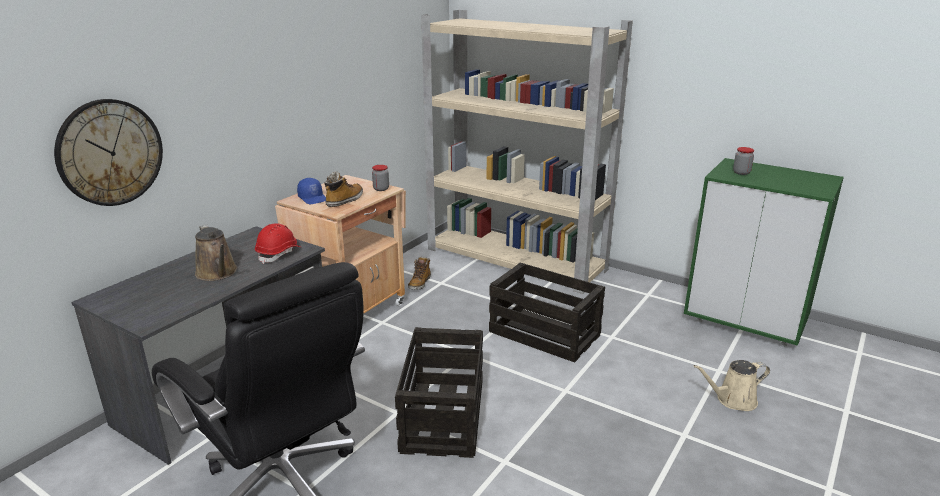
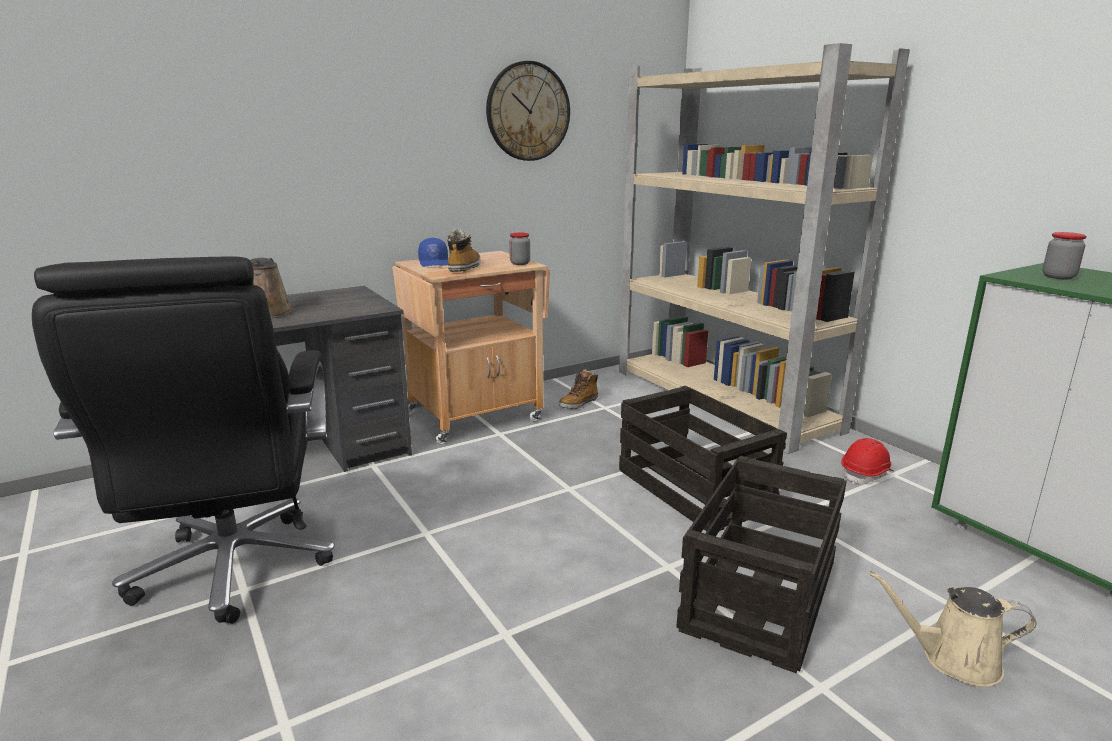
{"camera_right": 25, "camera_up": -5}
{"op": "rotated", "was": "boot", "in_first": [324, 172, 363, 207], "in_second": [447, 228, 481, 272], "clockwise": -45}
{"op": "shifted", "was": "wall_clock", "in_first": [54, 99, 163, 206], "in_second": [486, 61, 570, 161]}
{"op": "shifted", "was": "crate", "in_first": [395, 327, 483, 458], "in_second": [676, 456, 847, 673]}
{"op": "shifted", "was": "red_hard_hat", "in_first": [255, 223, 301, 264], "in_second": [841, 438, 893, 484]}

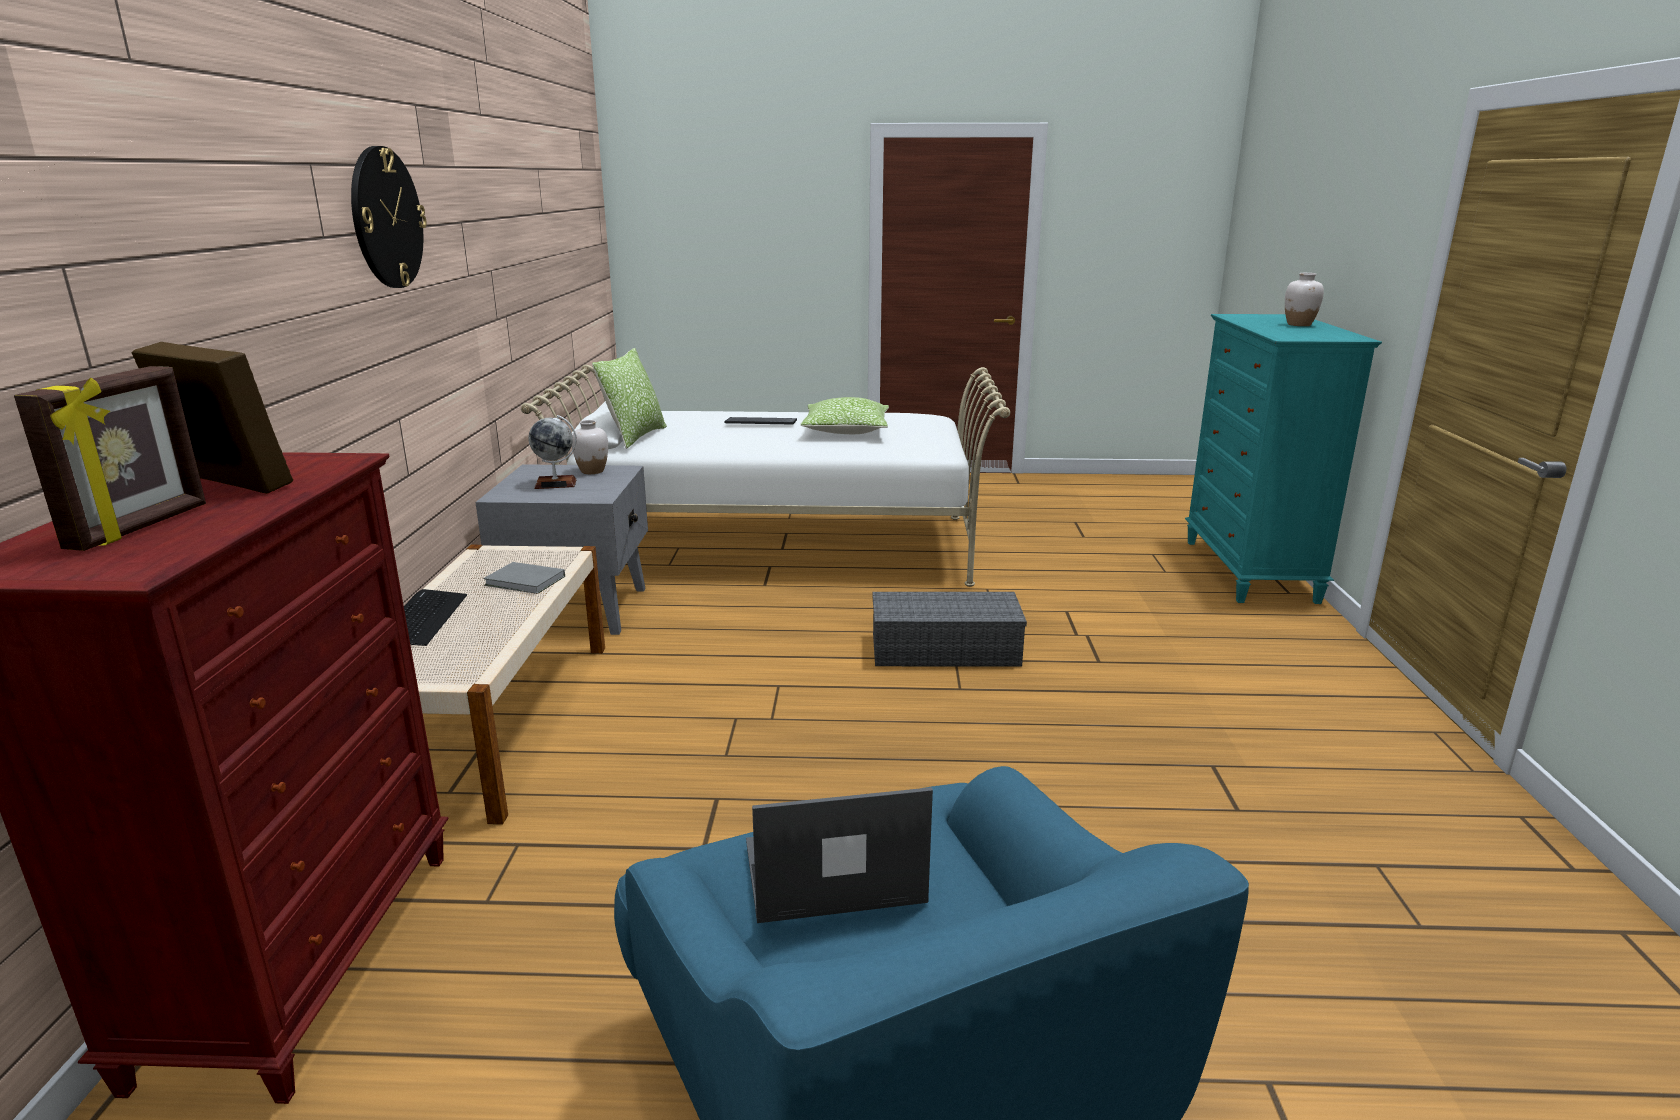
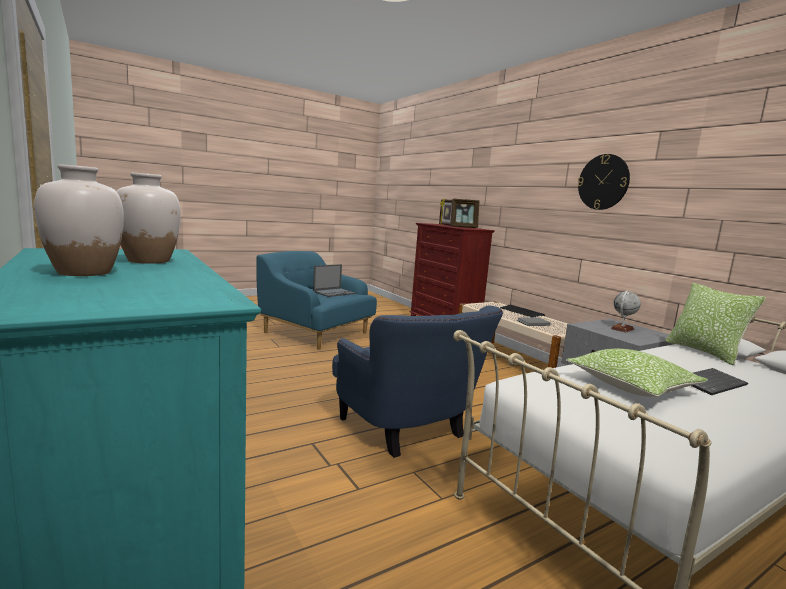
{"camera_right": 145, "camera_up": -10}
{"op": "shifted", "was": "white_vase", "in_first": [572, 420, 608, 474], "in_second": [116, 173, 181, 264]}
{"op": "swapped", "was": "grey_storage_box", "now": "blue_armchair", "in_first": [872, 592, 1027, 667], "in_second": [332, 306, 503, 458]}

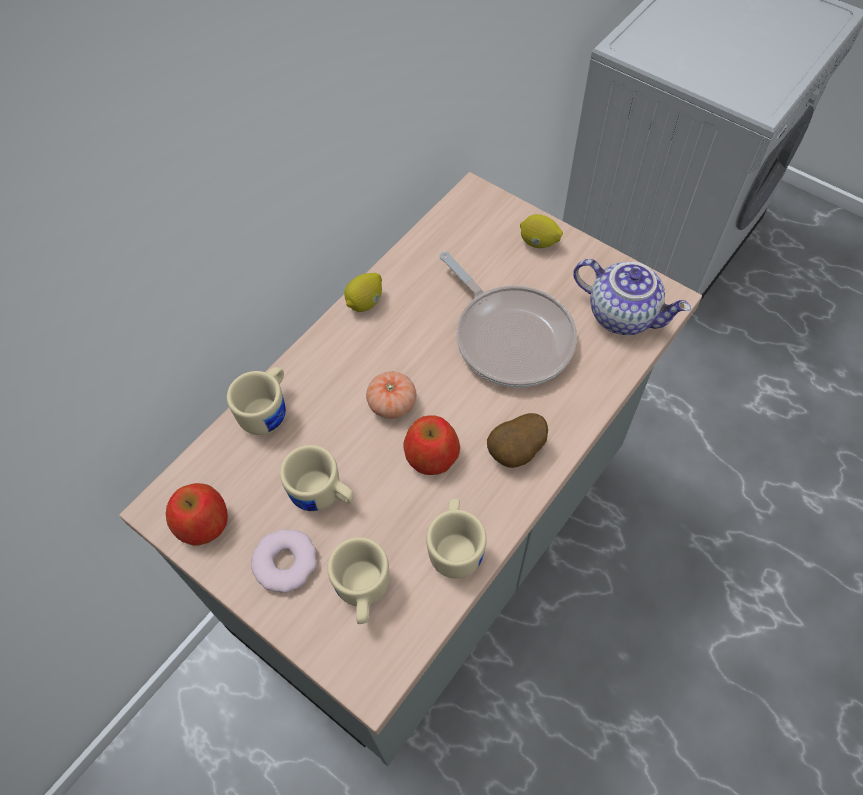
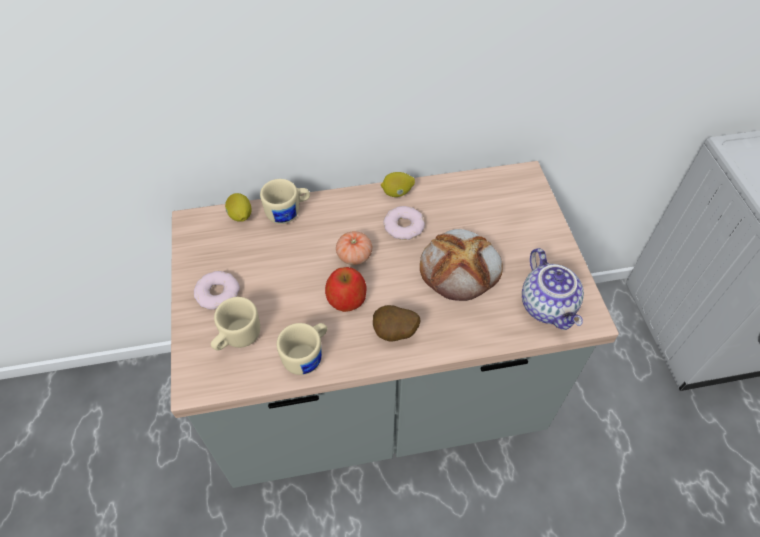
{"camera_right": 40, "camera_up": -5}
{"op": "shifted", "was": "lemon", "in_first": [520, 214, 563, 248], "in_second": [225, 193, 252, 222]}
{"op": "new", "now": "donut", "in_second": [383, 206, 425, 240]}
{"op": "swapped", "was": "frying_pan", "now": "bread", "in_first": [439, 252, 577, 387], "in_second": [420, 229, 503, 301]}
{"op": "gone", "was": "apple", "in_first": [166, 483, 228, 546]}
{"op": "gone", "was": "beige_mug", "in_first": [280, 445, 354, 512]}

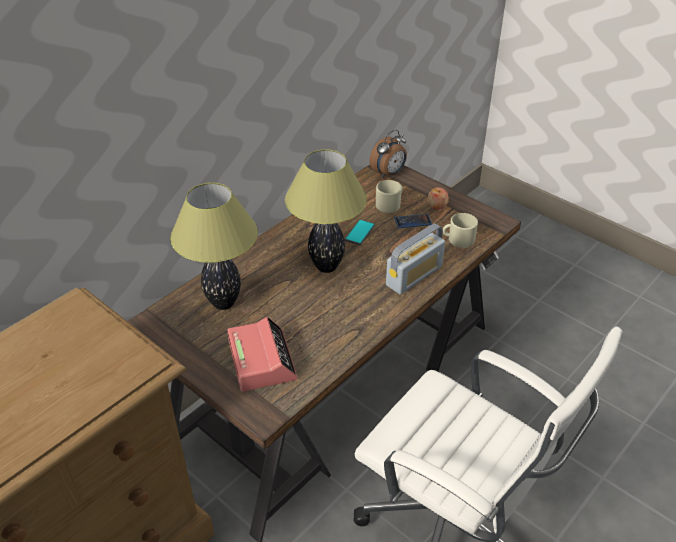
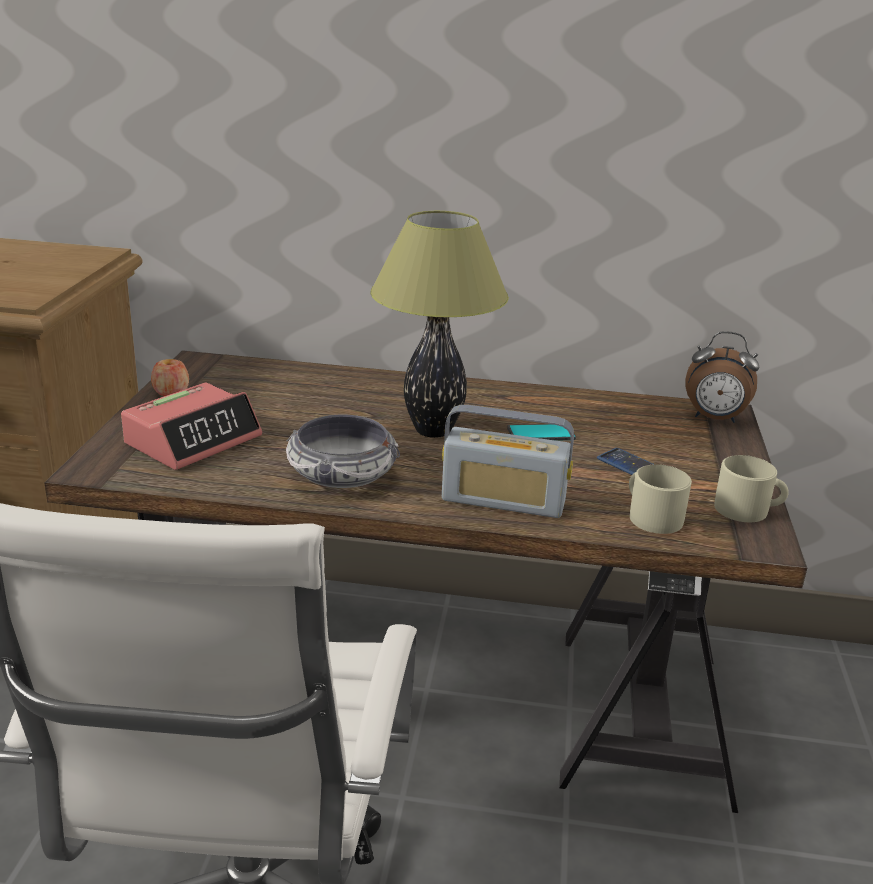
{"camera_right": 55, "camera_up": -15}
{"op": "shifted", "was": "apple", "in_first": [428, 187, 449, 210], "in_second": [151, 359, 189, 396]}
{"op": "new", "now": "bowl", "in_second": [286, 415, 400, 488]}
{"op": "shifted", "was": "beige_mug", "in_first": [376, 180, 403, 213], "in_second": [714, 455, 789, 522]}
{"op": "gone", "was": "table_lamp", "in_first": [170, 183, 258, 310]}

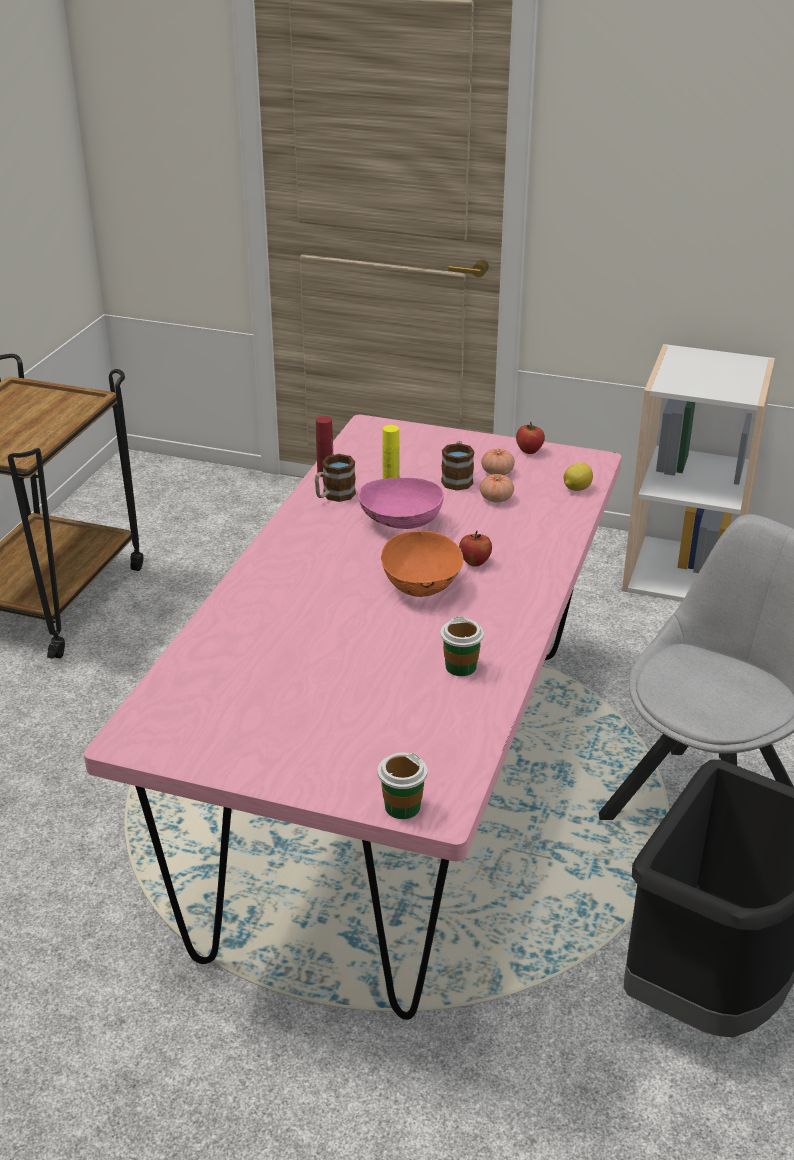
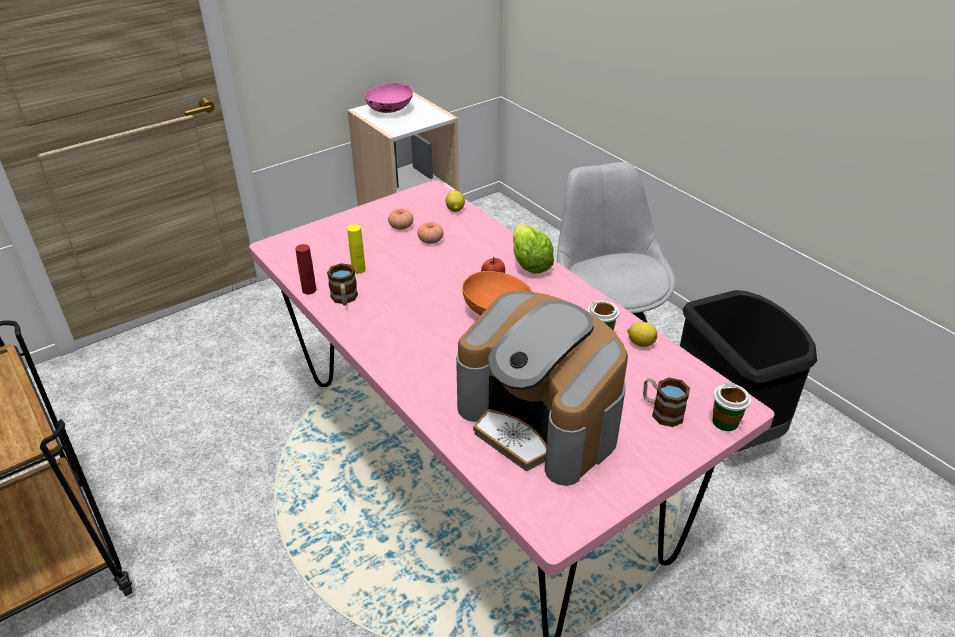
{"camera_right": -55, "camera_up": 5}
{"op": "shifted", "was": "pink_bowl", "in_first": [358, 478, 444, 529], "in_second": [365, 83, 413, 113]}
{"op": "new", "now": "coffee_machine", "in_second": [456, 290, 628, 486]}
{"op": "new", "now": "lettuce", "in_second": [513, 224, 554, 274]}
{"op": "new", "now": "lemon", "in_second": [627, 322, 657, 347]}
{"op": "shifted", "was": "mug", "in_first": [441, 441, 475, 491], "in_second": [643, 378, 690, 427]}
{"op": "gone", "was": "apple", "in_first": [516, 422, 545, 454]}

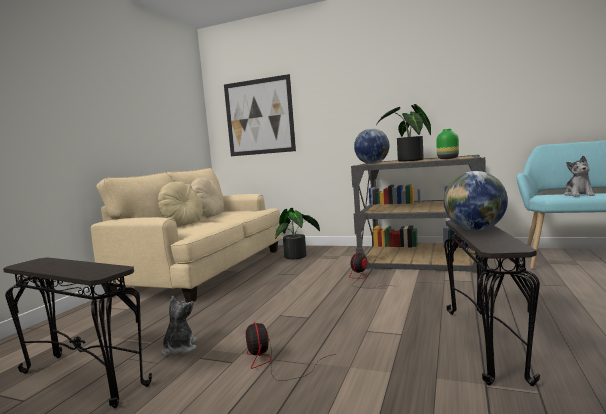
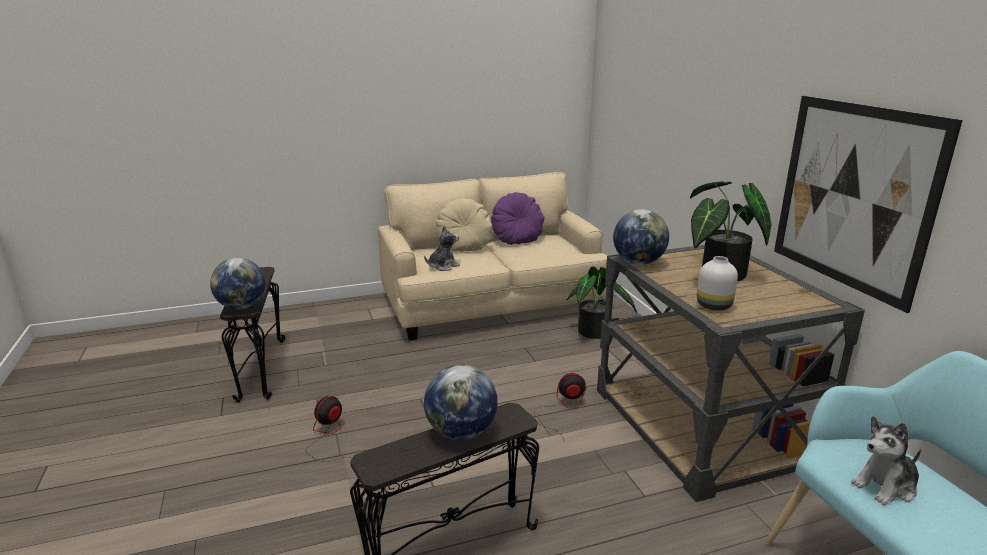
{"camera_right": 50, "camera_up": 15}
{"op": "new", "now": "globe", "in_second": [210, 258, 265, 309]}
{"op": "shifted", "was": "plush_toy", "in_first": [162, 296, 197, 355], "in_second": [424, 226, 460, 271]}
{"op": "repainted", "was": "beige_pillow", "now": "purple_pillow", "in_first": [191, 178, 224, 218], "in_second": [491, 192, 544, 245]}
{"op": "repainted", "was": "green_vase", "now": "white_vase", "in_first": [436, 129, 459, 159], "in_second": [697, 256, 738, 311]}
{"op": "shifted", "was": "picture", "in_first": [224, 74, 296, 156], "in_second": [774, 96, 963, 313]}

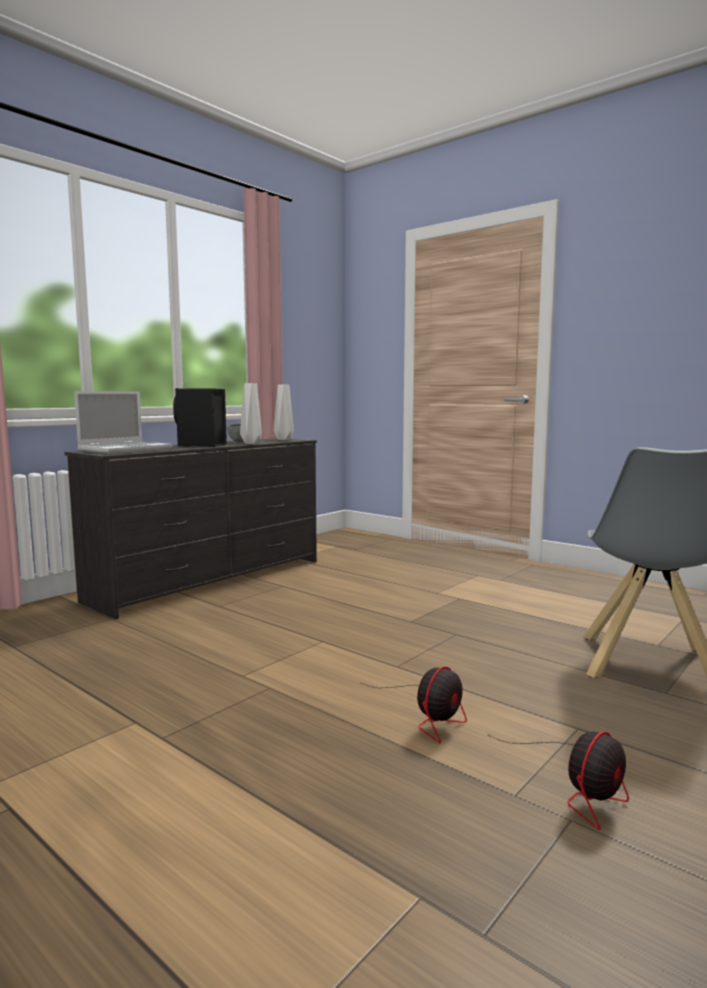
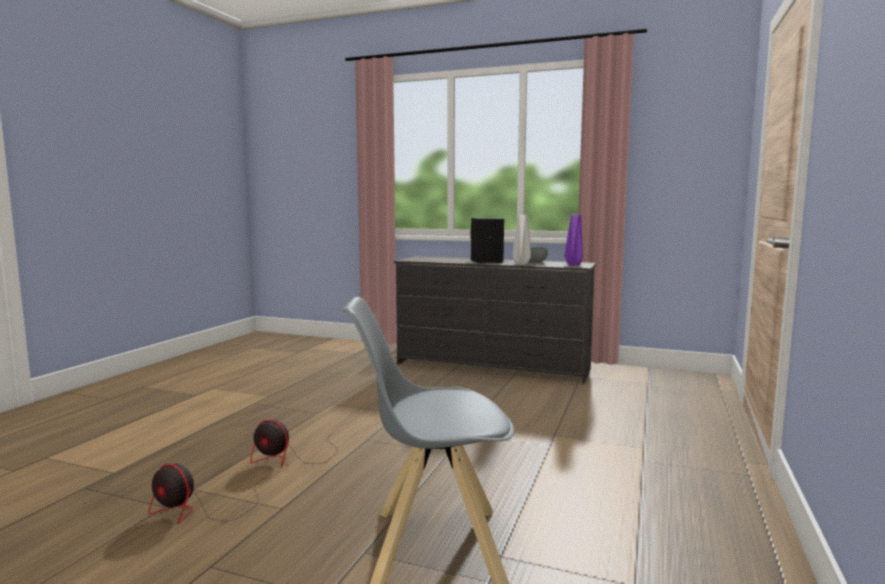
{"camera_right": 70, "camera_up": 0}
{"op": "repainted", "was": "grey_vase", "now": "purple_vase", "in_first": [274, 384, 294, 440], "in_second": [564, 215, 583, 266]}
{"op": "gone", "was": "laptop", "in_first": [74, 391, 173, 454]}

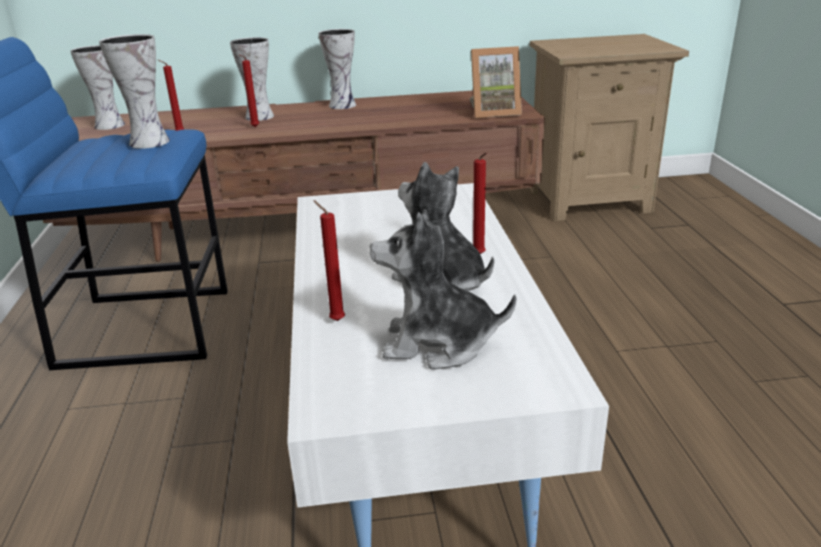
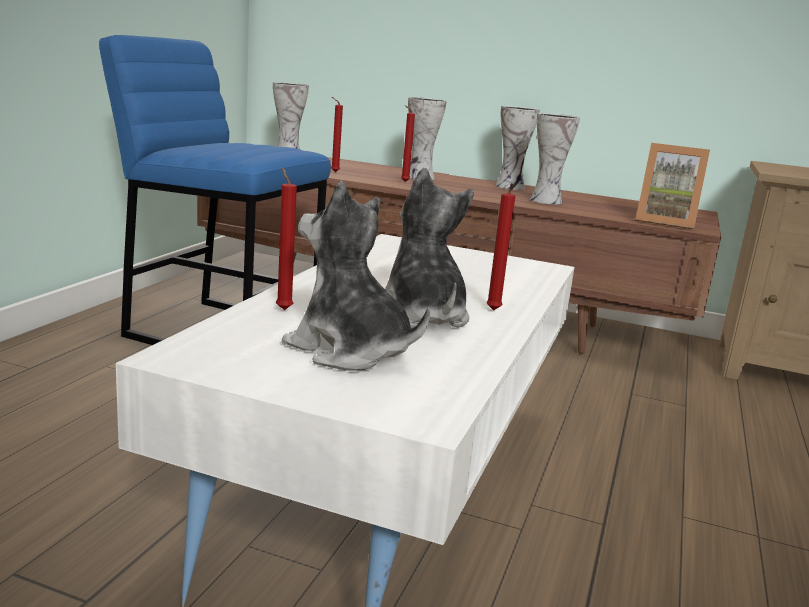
{"camera_right": 25, "camera_up": -10}
{"op": "shifted", "was": "vase", "in_first": [99, 34, 170, 149], "in_second": [530, 113, 580, 204]}

